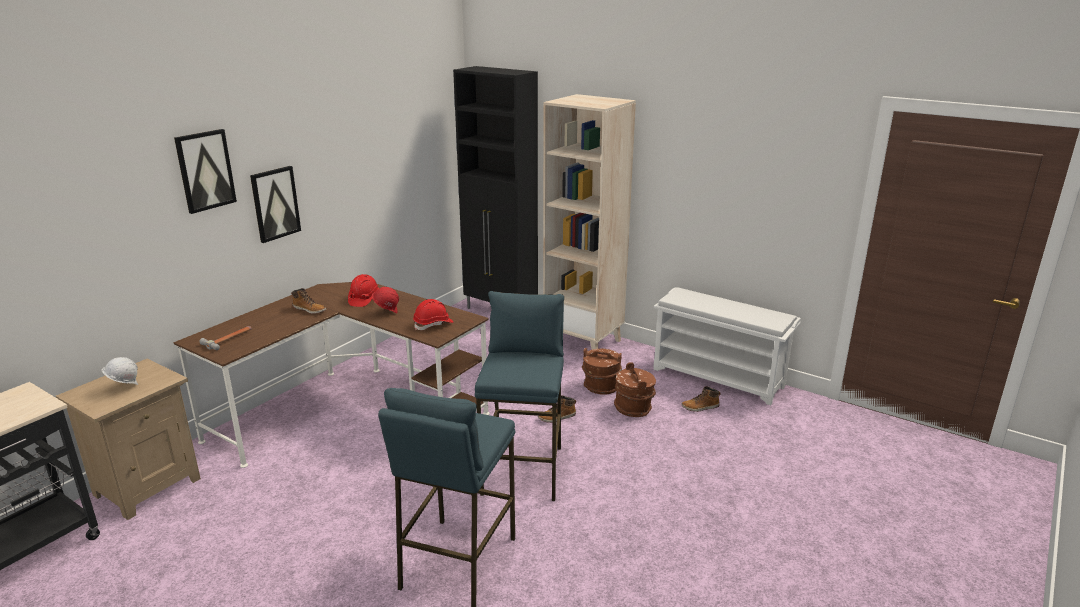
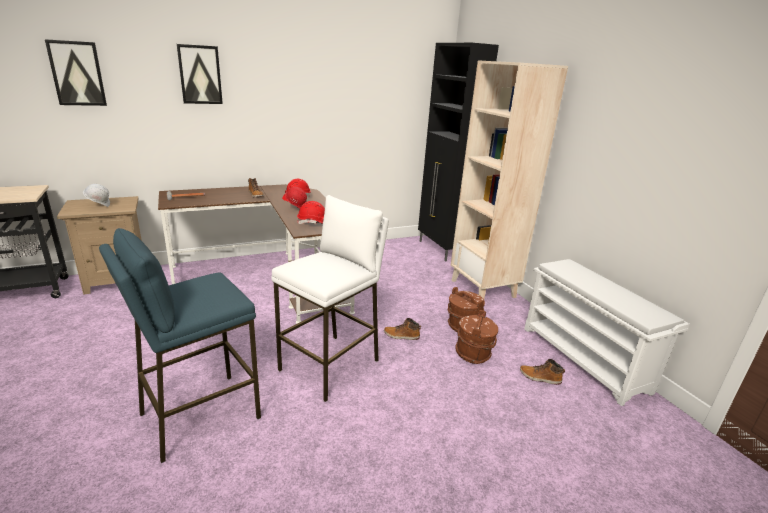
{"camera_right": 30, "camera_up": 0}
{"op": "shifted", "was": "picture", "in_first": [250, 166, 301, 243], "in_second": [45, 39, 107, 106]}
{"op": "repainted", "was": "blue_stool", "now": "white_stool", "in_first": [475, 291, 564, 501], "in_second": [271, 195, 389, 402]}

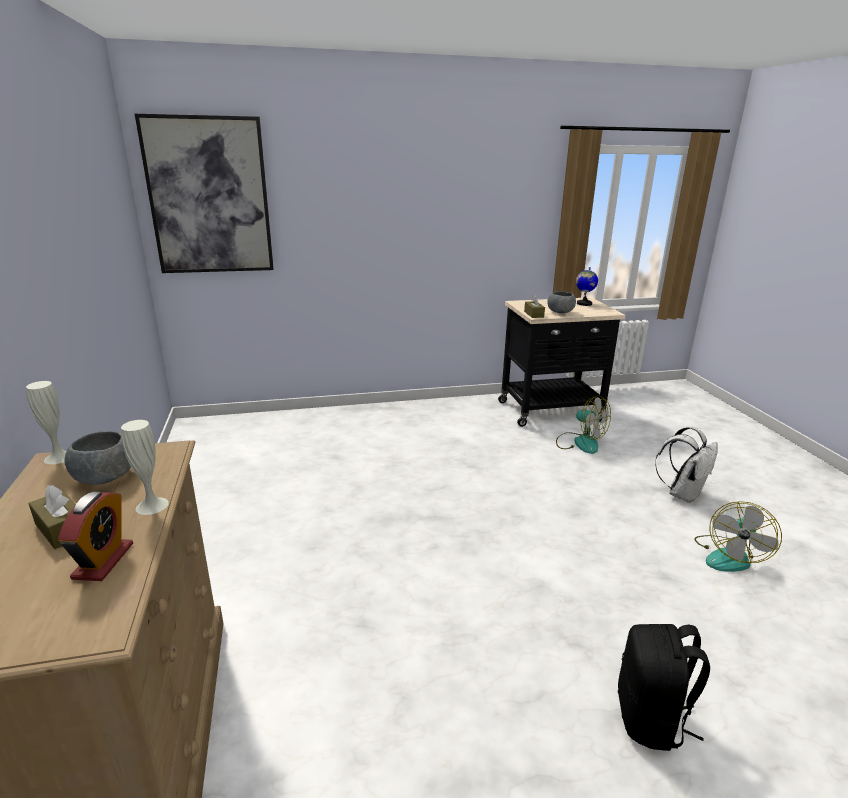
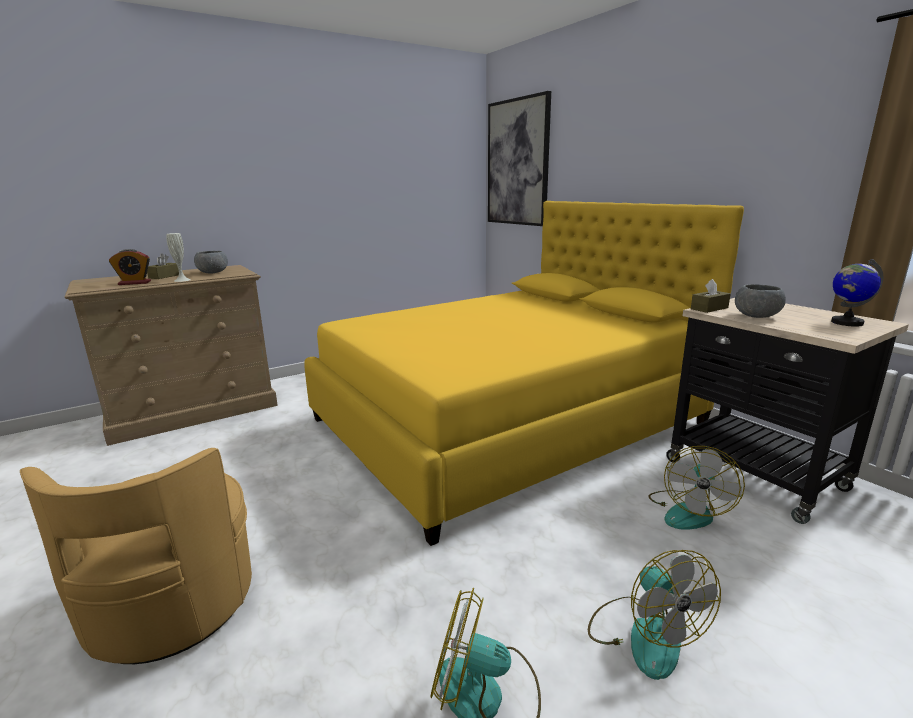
{"camera_right": 70, "camera_up": -5}
{"op": "swapped", "was": "black_backpack", "now": "beige_armchair", "in_first": [618, 624, 710, 751], "in_second": [20, 448, 252, 664]}
{"op": "new", "now": "yellow_bed", "in_second": [304, 201, 744, 546]}
{"op": "swapped", "was": "white_backpack", "now": "fan", "in_first": [655, 426, 718, 503], "in_second": [588, 550, 721, 680]}
{"op": "gone", "was": "white_vase", "in_first": [26, 381, 66, 464]}

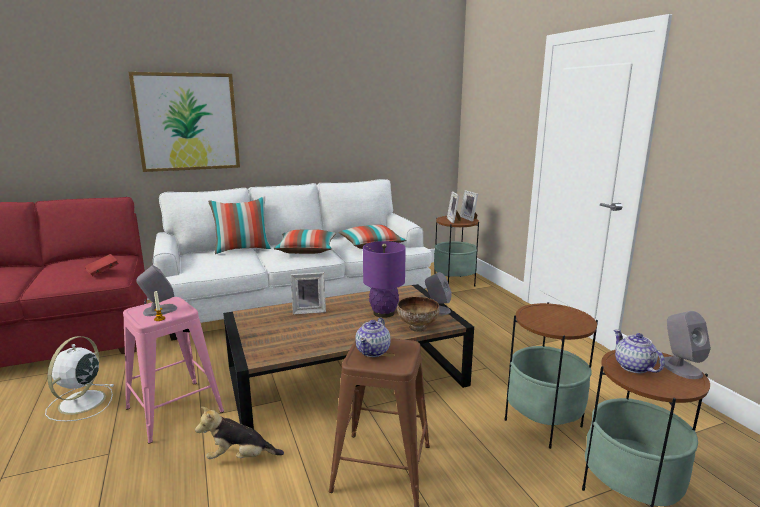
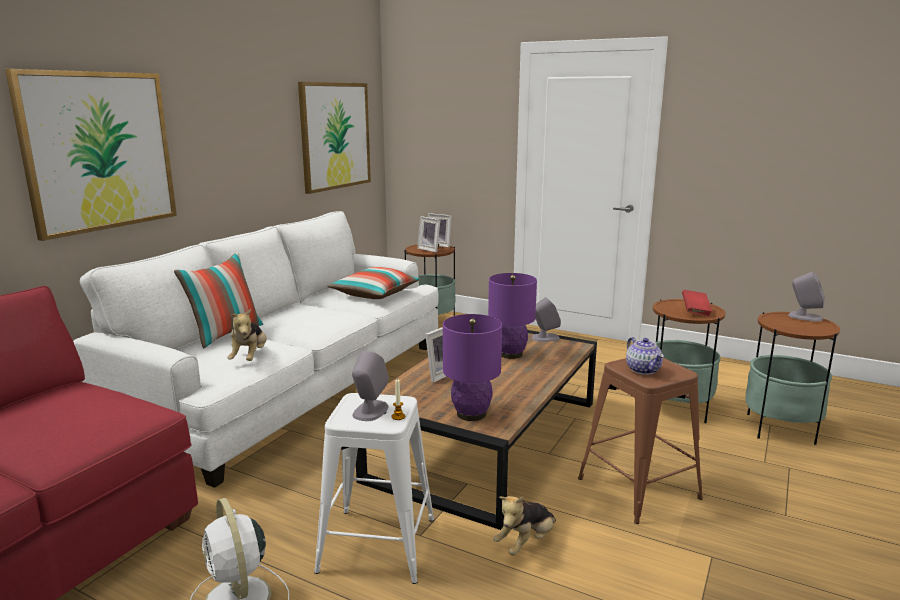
{"camera_right": -40, "camera_up": 0}
{"op": "new", "now": "plush_toy", "in_second": [227, 308, 267, 361]}
{"op": "new", "now": "picture", "in_second": [298, 82, 371, 194]}
{"op": "repainted", "was": "pink_stool", "now": "white_stool", "in_first": [123, 297, 224, 444], "in_second": [314, 393, 434, 584]}
{"op": "new", "now": "purple_table_lamp", "in_second": [443, 314, 502, 421]}
{"op": "shifted", "was": "red_book", "in_first": [84, 254, 119, 276], "in_second": [682, 290, 712, 316]}
{"op": "gone", "was": "pillow", "in_first": [274, 229, 336, 254]}
{"op": "gone", "was": "bowl", "in_first": [397, 297, 440, 332]}
{"op": "gone", "was": "teapot", "in_first": [614, 330, 665, 373]}

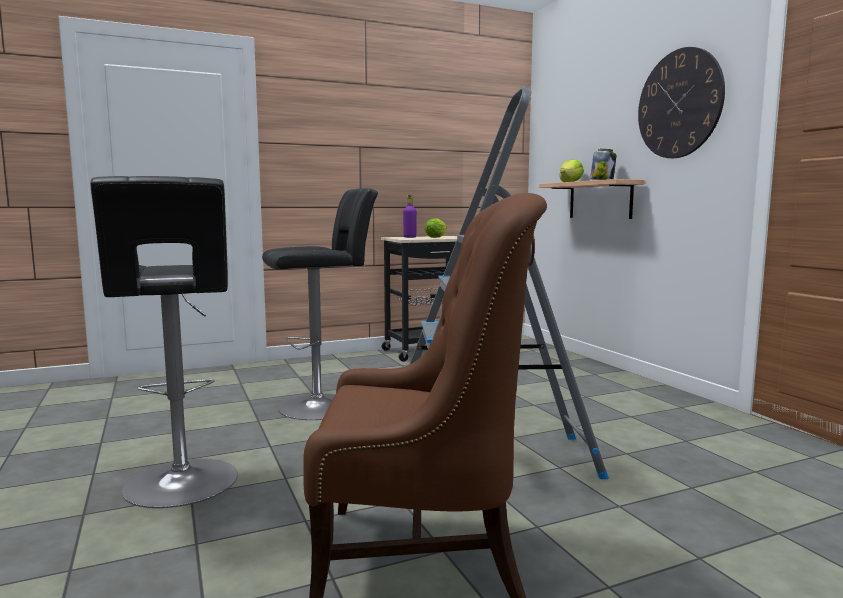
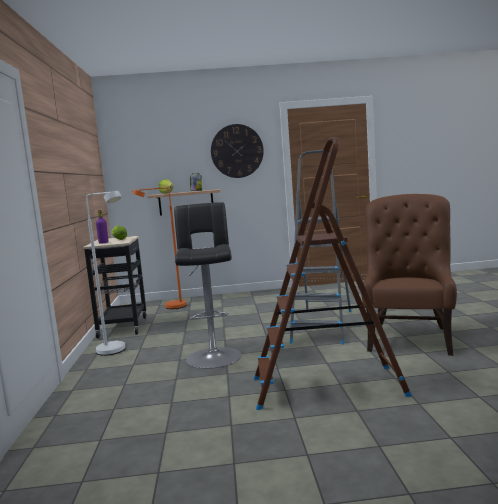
{"camera_right": -70, "camera_up": 0}
{"op": "new", "now": "white_floor_lamp", "in_second": [86, 191, 125, 356]}
{"op": "new", "now": "orange_floor_lamp", "in_second": [132, 187, 186, 309]}
{"op": "swapped", "was": "black_stool", "now": "brown_step_ladder", "in_first": [90, 176, 238, 508], "in_second": [254, 137, 412, 410]}

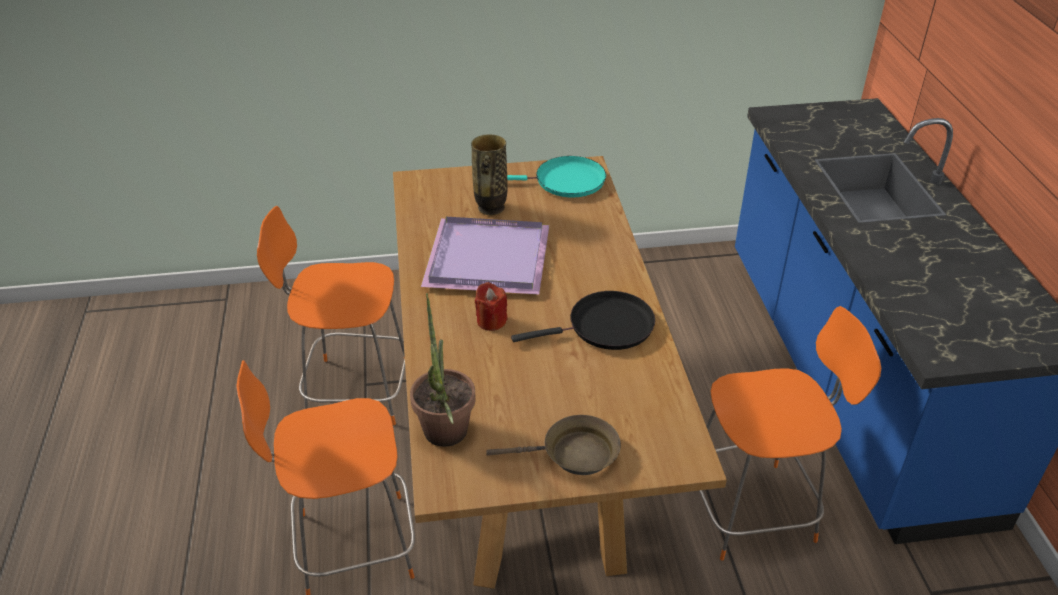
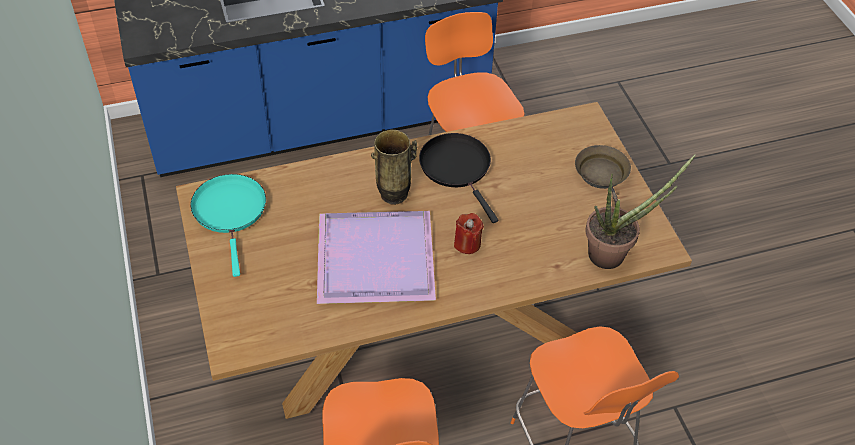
{"camera_right": -100, "camera_up": 10}
{"op": "shifted", "was": "vase", "in_first": [471, 134, 508, 216], "in_second": [371, 130, 418, 205]}

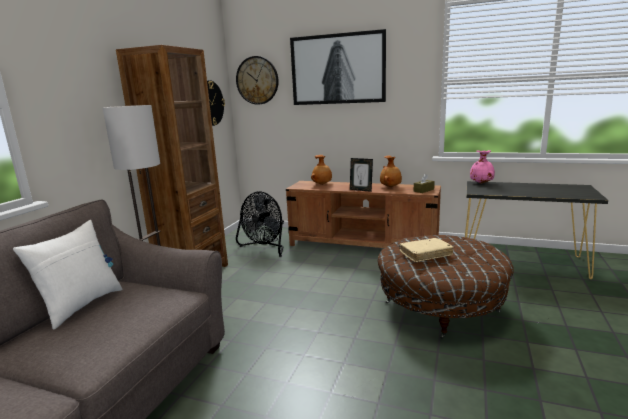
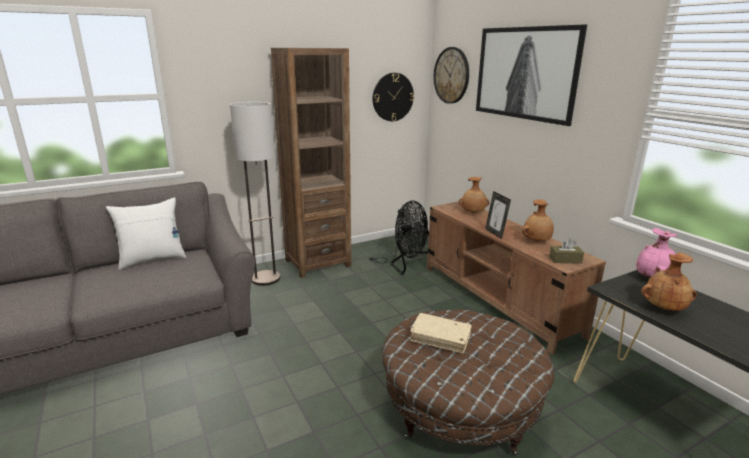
{"camera_right": 40, "camera_up": 5}
{"op": "rotated", "was": "black_fan", "in_first": [236, 191, 284, 257], "in_second": [370, 201, 429, 275], "clockwise": -135}
{"op": "new", "now": "brown_vase", "in_second": [641, 253, 697, 311]}

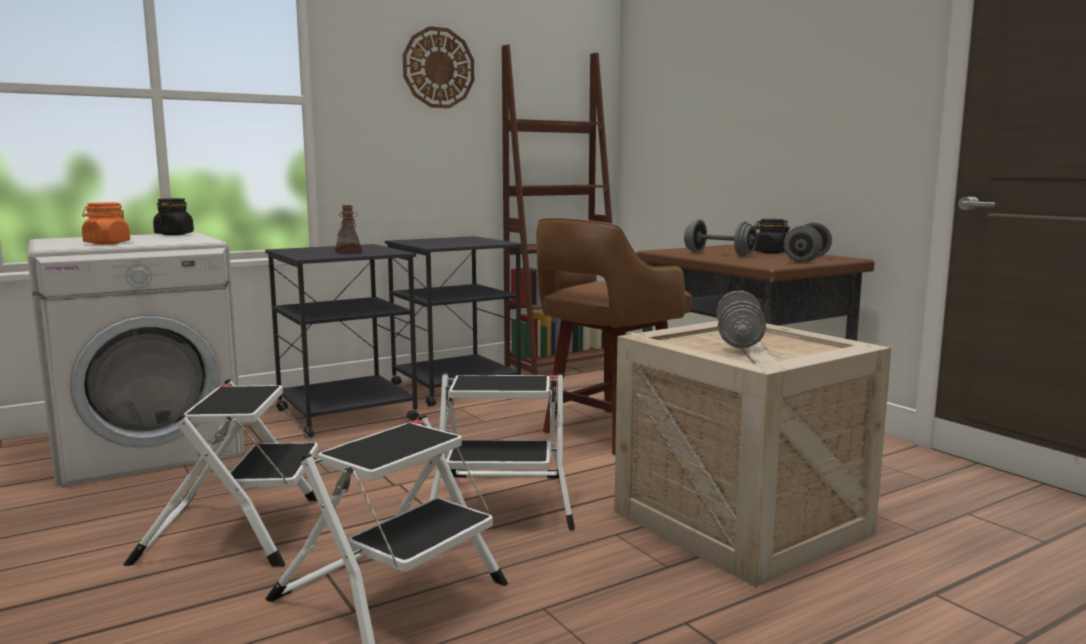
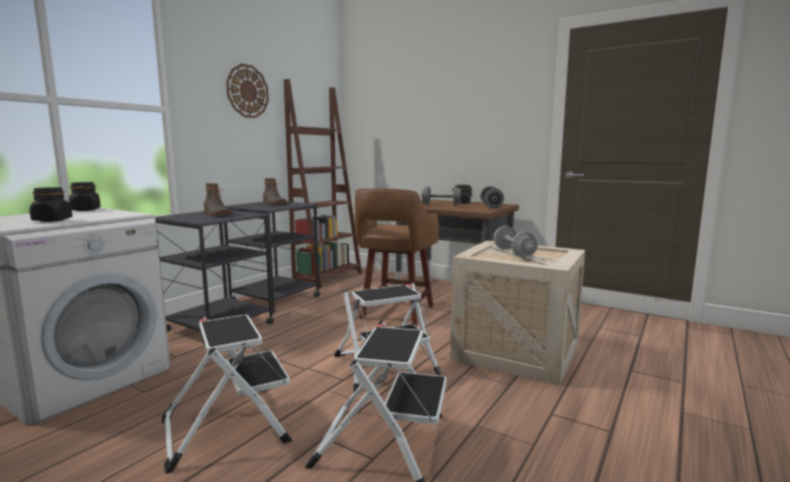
{"camera_right": -25, "camera_up": 0}
{"op": "repainted", "was": "orange_jar", "now": "black_jar", "in_first": [82, 202, 130, 244], "in_second": [29, 187, 72, 222]}
{"op": "new", "now": "boot", "in_second": [263, 178, 287, 205]}

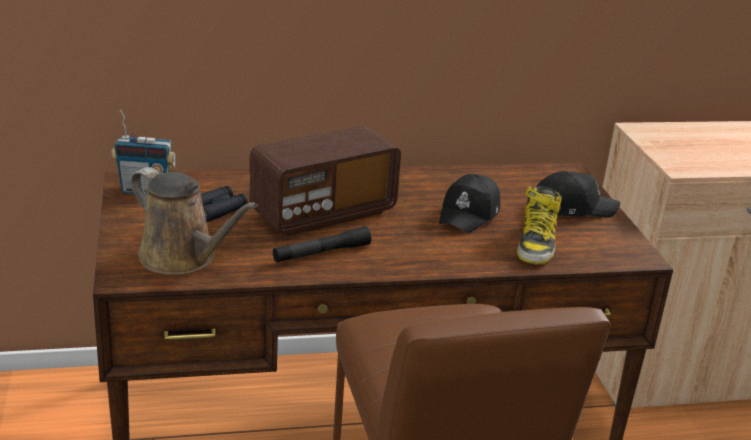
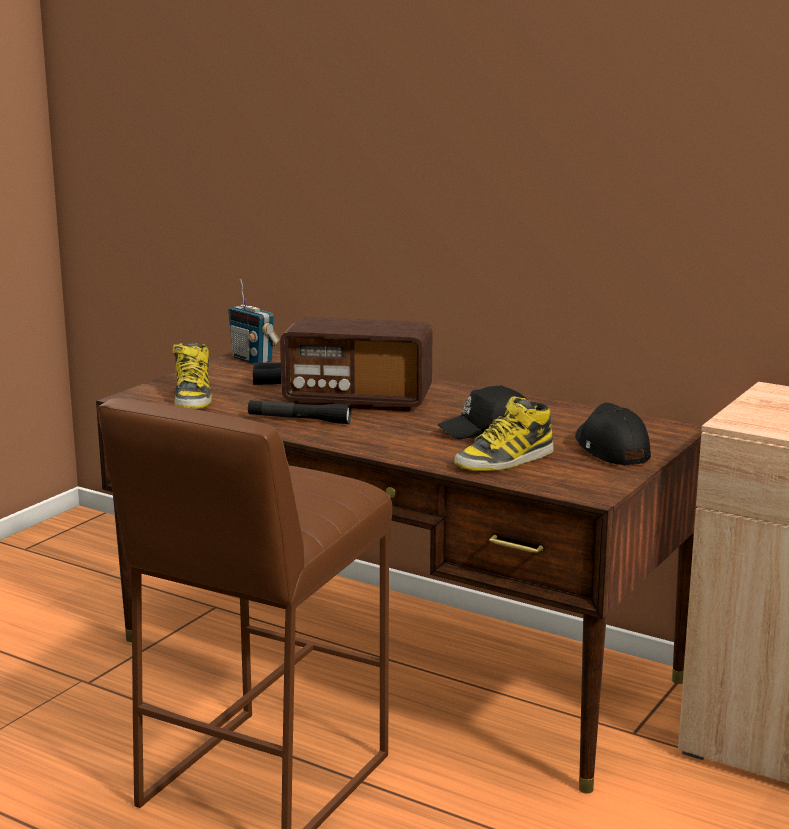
{"camera_right": 45, "camera_up": -10}
{"op": "swapped", "was": "brown_watering_can", "now": "boot", "in_first": [130, 167, 258, 275], "in_second": [172, 343, 212, 409]}
{"op": "rotated", "was": "black_cap", "in_first": [536, 171, 620, 218], "in_second": [575, 403, 651, 465], "clockwise": -150}

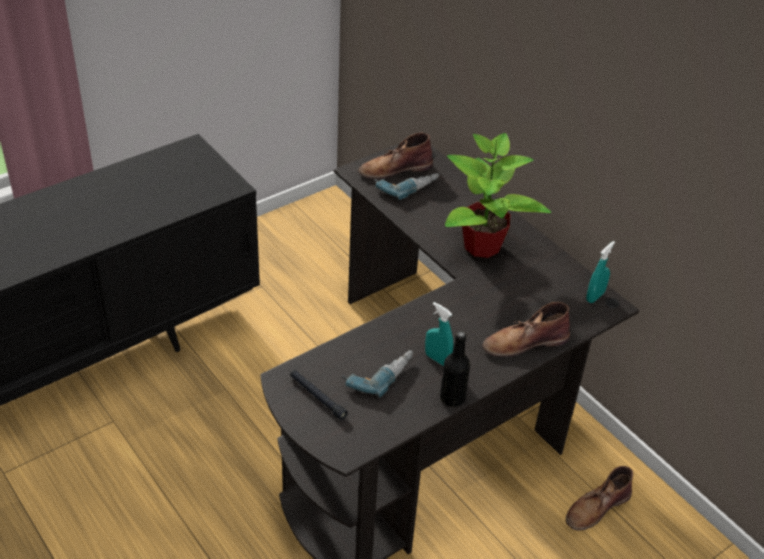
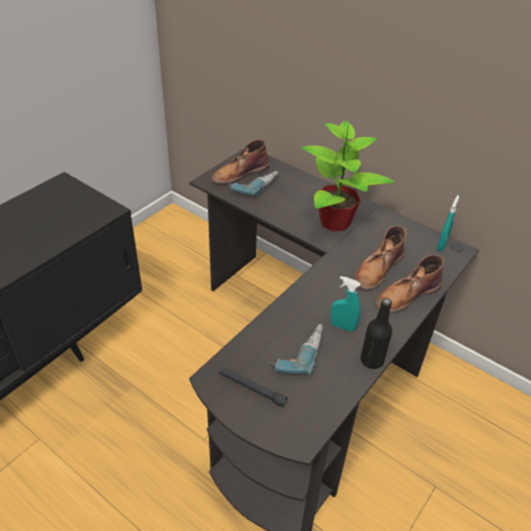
{"camera_right": -15, "camera_up": 0}
{"op": "shifted", "was": "brown_boot", "in_first": [566, 466, 633, 531], "in_second": [354, 226, 406, 290]}

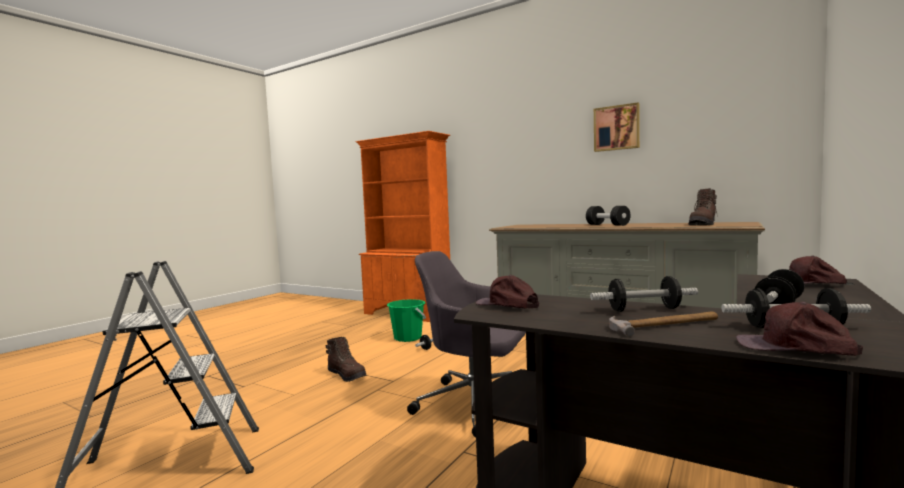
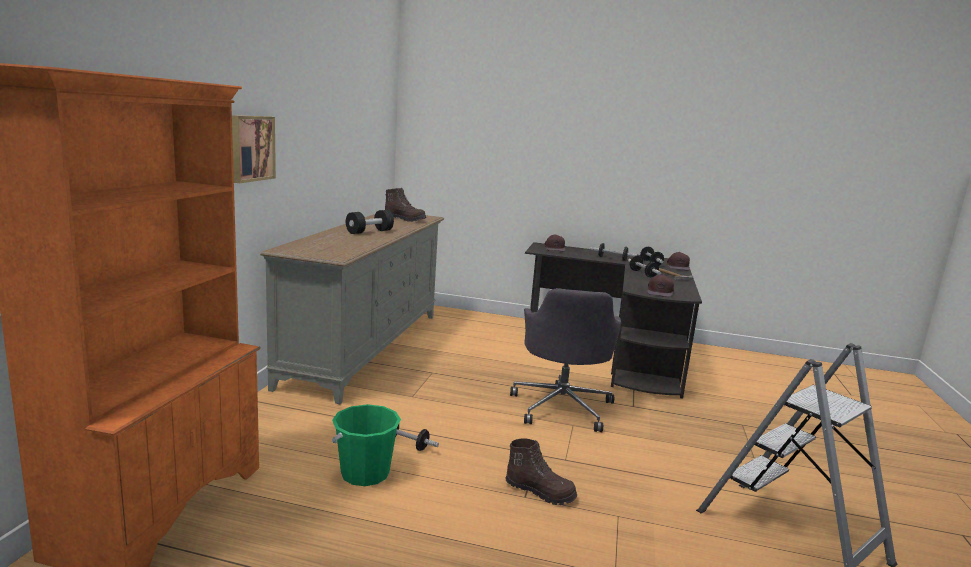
{"camera_right": -110, "camera_up": 10}
{"op": "shifted", "was": "picture", "in_first": [594, 102, 640, 152], "in_second": [232, 115, 276, 183]}
{"op": "rotated", "was": "brown_boot", "in_first": [326, 337, 367, 382], "in_second": [505, 438, 577, 505], "clockwise": 90}

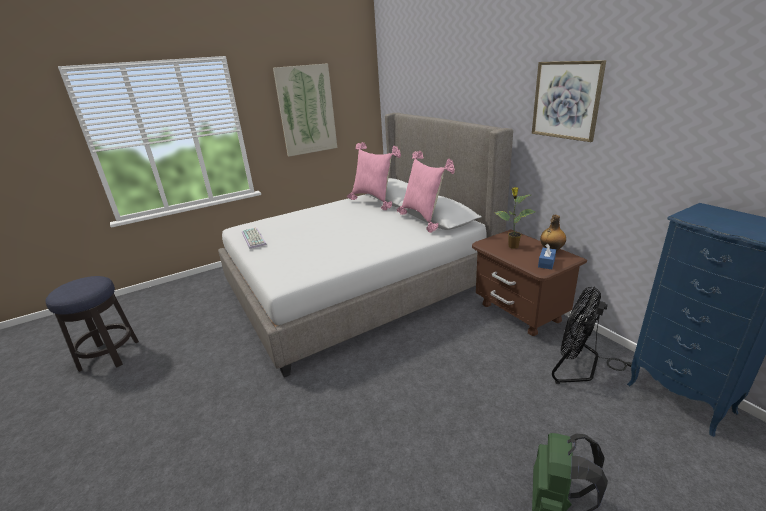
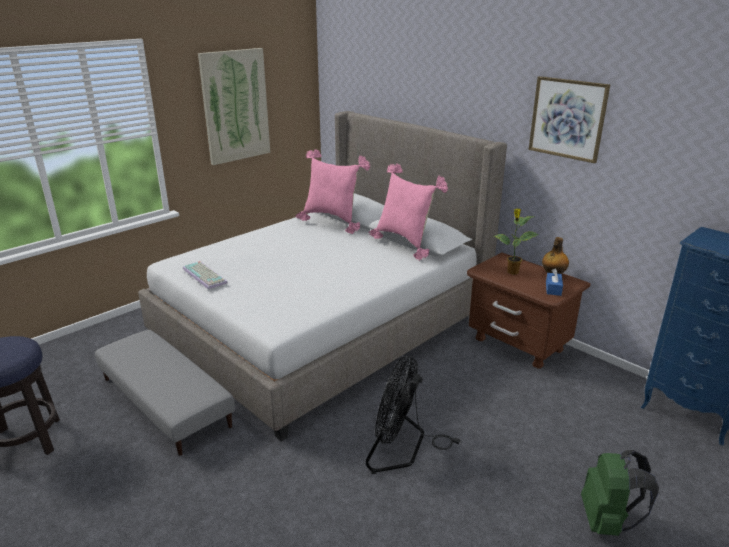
{"camera_right": -15, "camera_up": 0}
{"op": "new", "now": "grey_ottoman", "in_second": [95, 330, 235, 456]}
{"op": "shifted", "was": "black_fan", "in_first": [552, 287, 632, 384], "in_second": [366, 356, 461, 474]}

